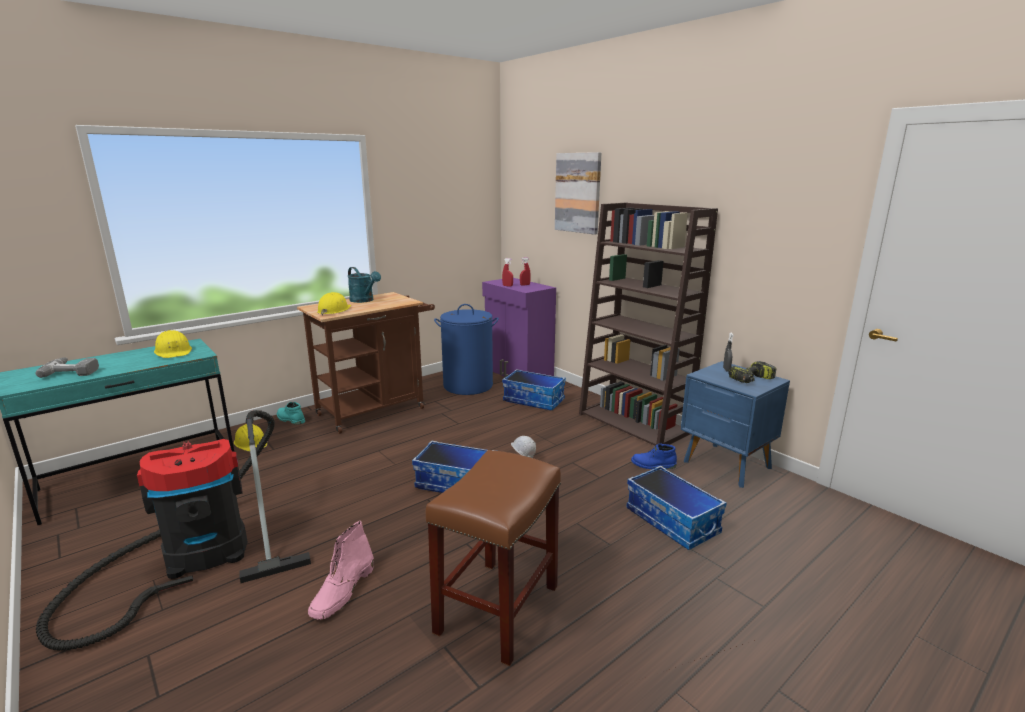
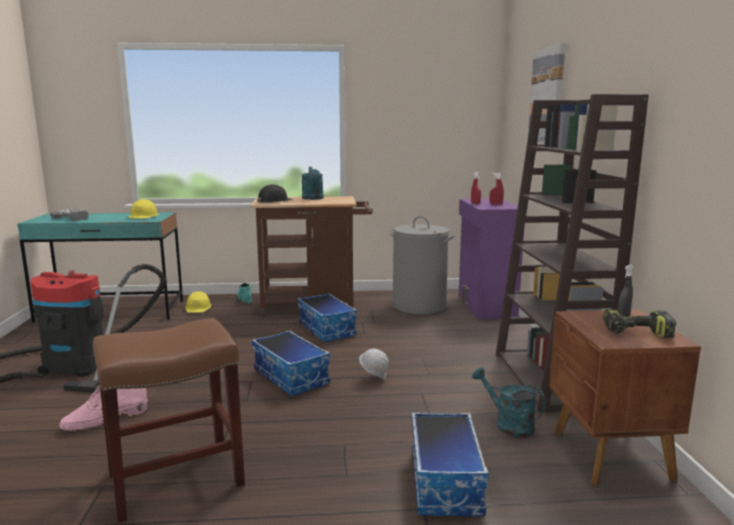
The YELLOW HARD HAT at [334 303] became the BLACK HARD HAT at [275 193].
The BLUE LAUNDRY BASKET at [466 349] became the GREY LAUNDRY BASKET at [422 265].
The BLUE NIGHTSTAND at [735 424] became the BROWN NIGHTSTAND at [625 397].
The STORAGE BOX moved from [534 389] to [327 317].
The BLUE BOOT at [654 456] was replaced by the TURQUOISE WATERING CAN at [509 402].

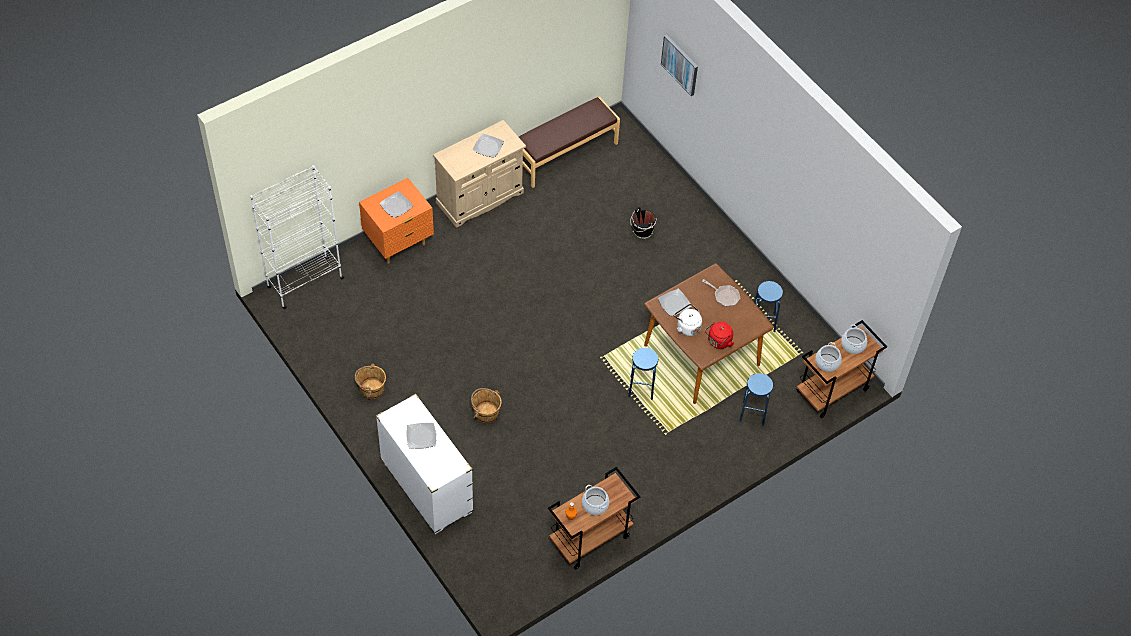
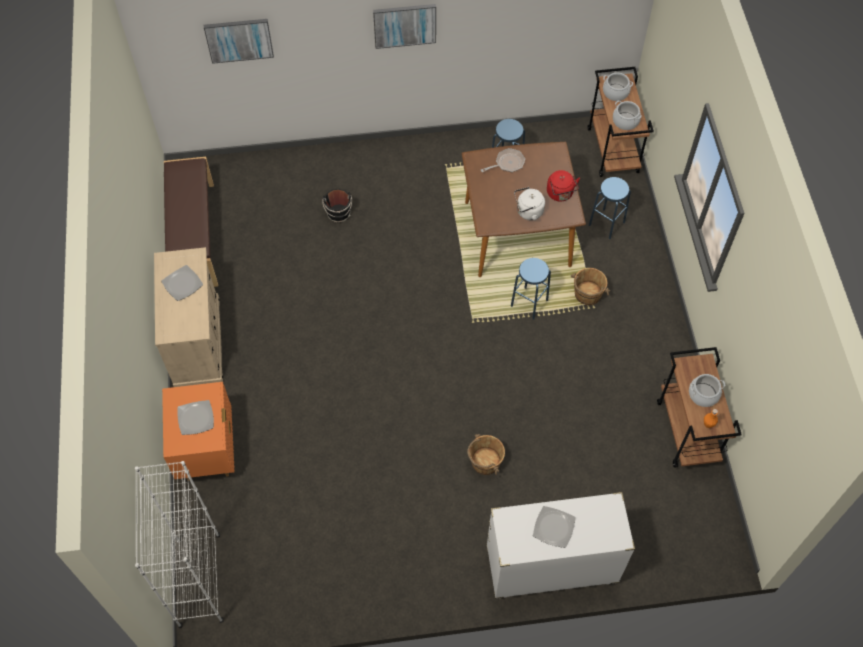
The PLATE at [675 302] disappeared.
The BROWN BUCKET moved from [370 381] to [590 286].
The PICTURE at [404 26] appeared.

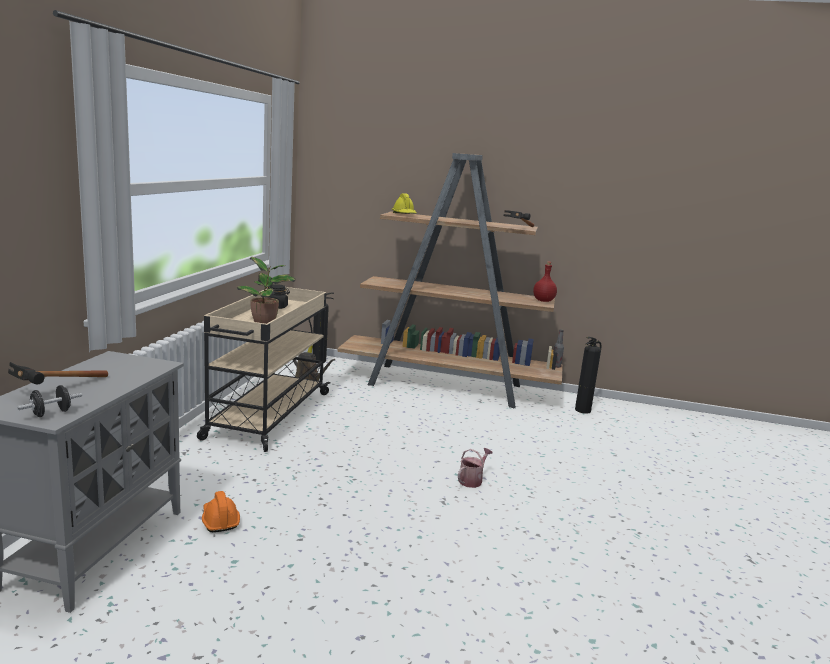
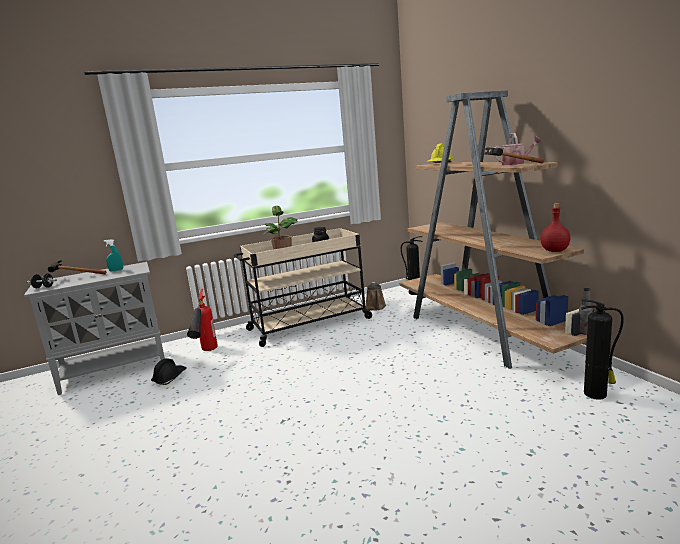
The WATERING CAN moved from [475 468] to [518 149].
The ORANGE HARD HAT at [221 511] became the BLACK HARD HAT at [169 371].
The TURQUOISE SPRAY BOTTLE at [113 255] appeared.
The FIRE EXTINGUISHER at [202 320] appeared.

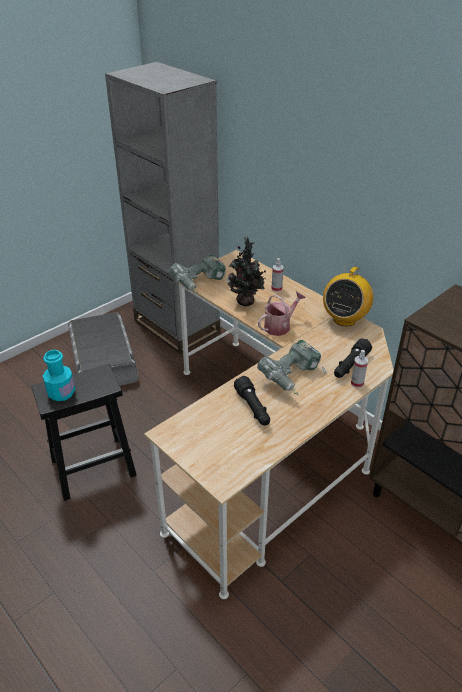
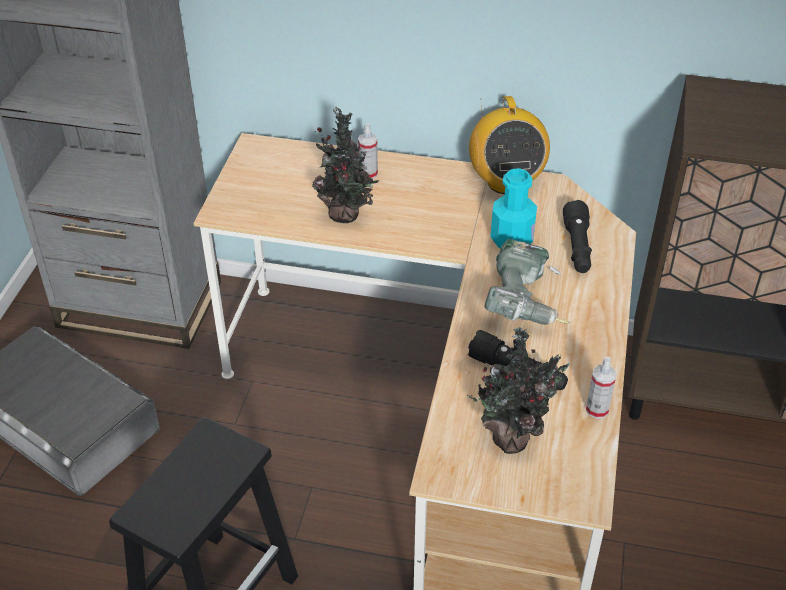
The POWER DRILL at [200 274] disappeared.
The WATERING CAN at [282 313] disappeared.
The TURQUOISE BOTTLE moved from [59 375] to [513 208].
The SPRAY BOTTLE moved from [359 369] to [601 388].
The POTTED PLANT at [518 390] appeared.

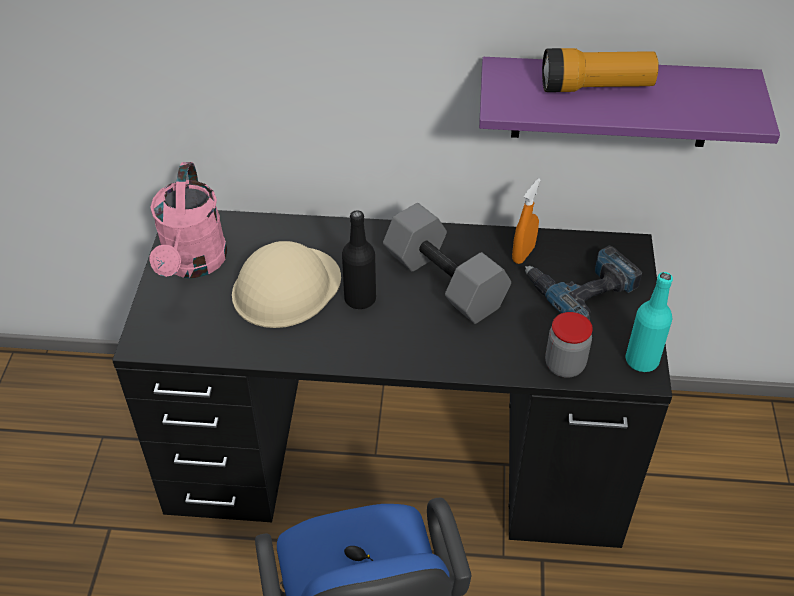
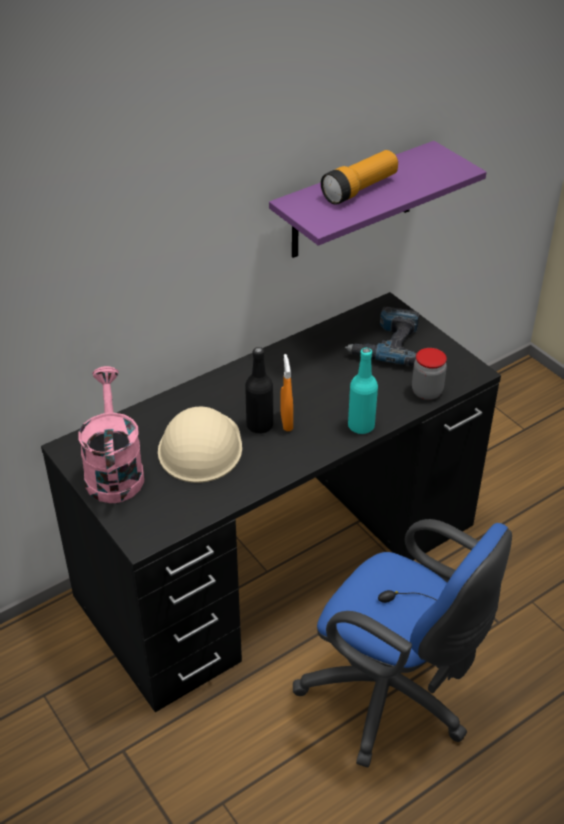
The PINK WATERING CAN at [188 220] turned 150 degrees counterclockwise.
The ORANGE SPRAY BOTTLE moved from [526 221] to [286 392].
The GREY DUMBBELL at [447 263] disappeared.
The TURQUOISE BOTTLE moved from [649 322] to [363 391].

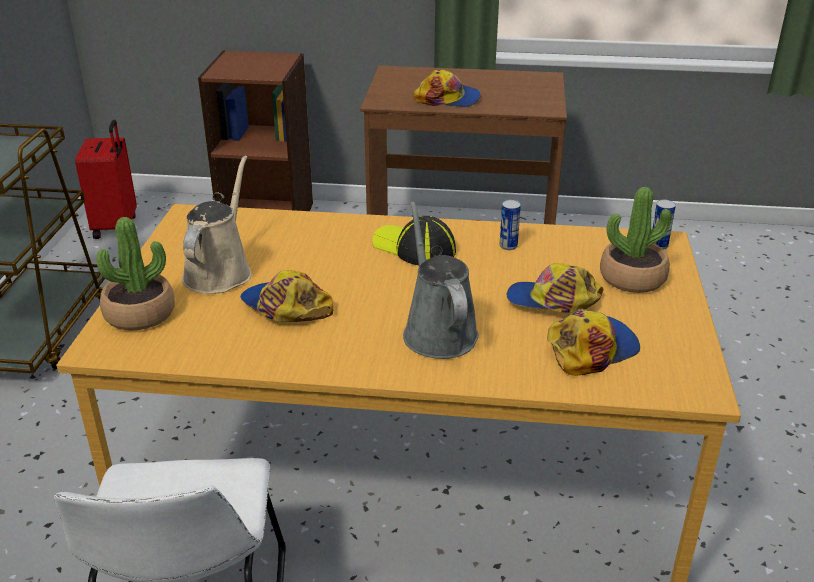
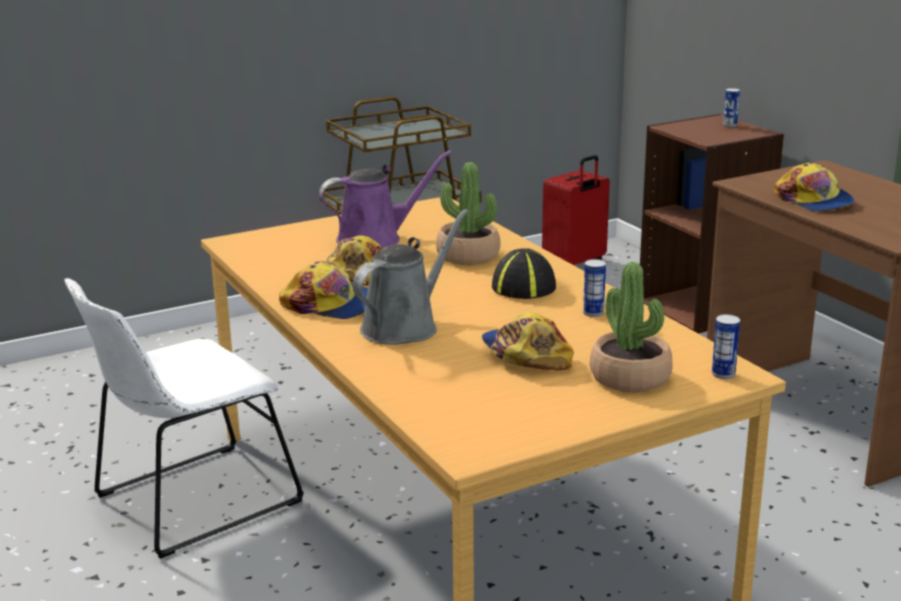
The BEIGE WATERING CAN at [217 225] became the PURPLE WATERING CAN at [385 199].
The POTTED PLANT moved from [135 274] to [468 213].
The CAP moved from [593 342] to [323 290].
The CAN at [731 107] appeared.

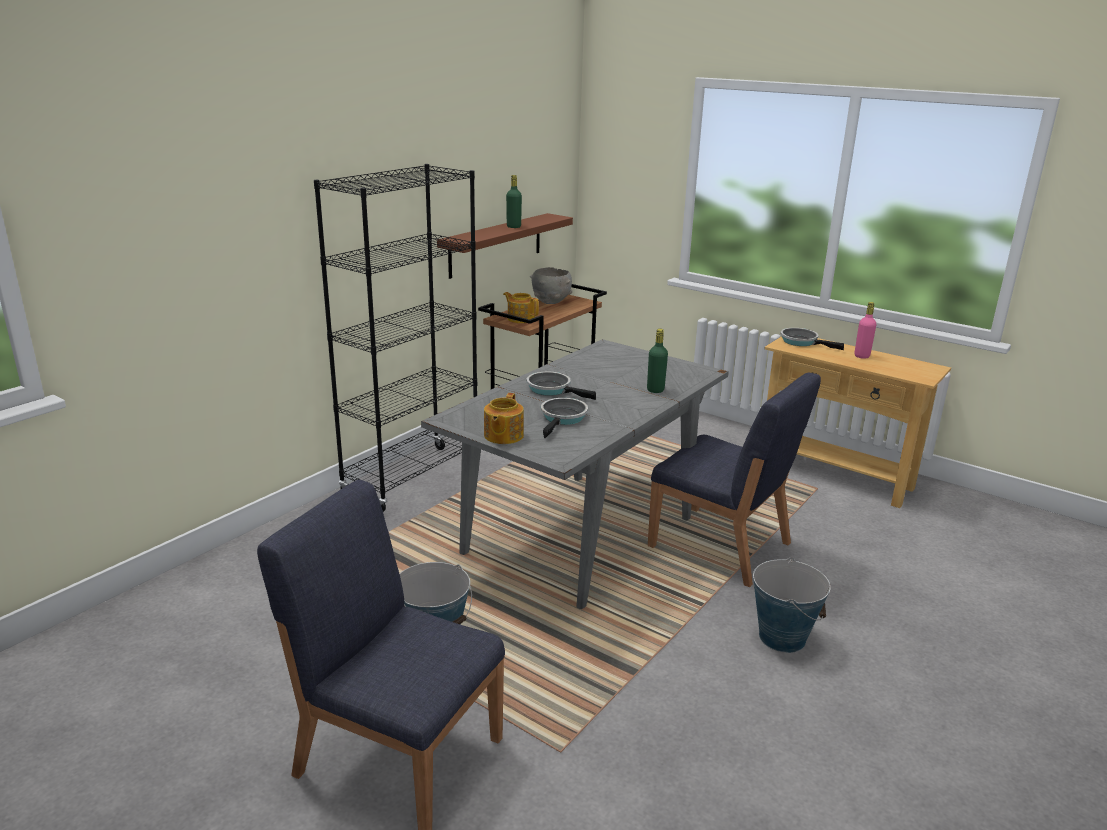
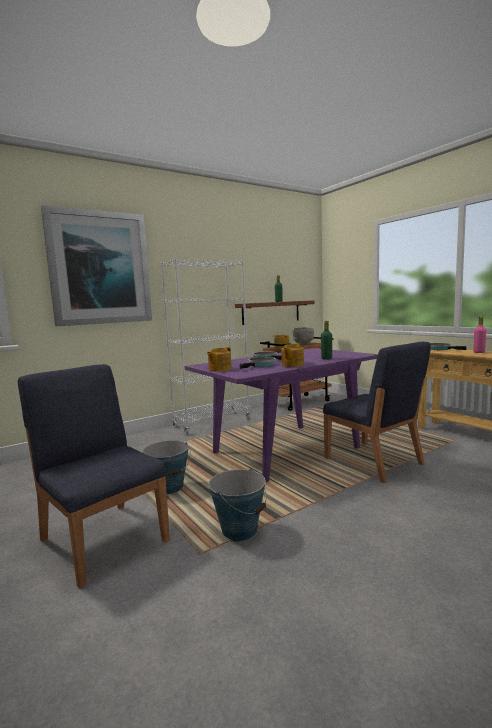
The BLACK BOOKCASE at [395 338] became the WHITE BOOKCASE at [206 346].
The GREY DINING TABLE at [575 474] became the PURPLE DINING TABLE at [281 415].
The BUCKET moved from [792 605] to [237 505].
The PICTURE at [96 265] appeared.
The TEAPOT at [292 355] appeared.

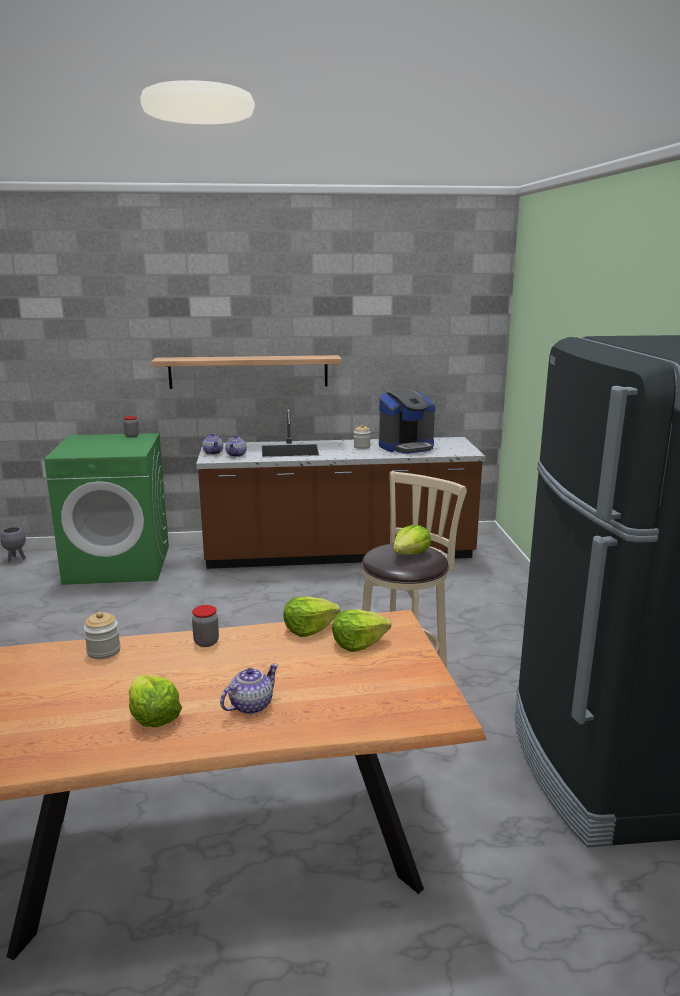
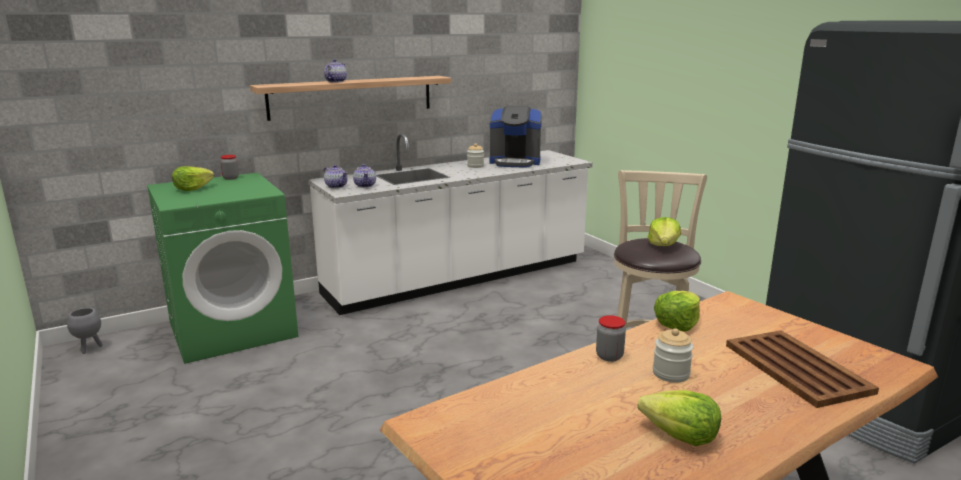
The COFFEE MACHINE at [407 421] turned 60 degrees clockwise.
The BROWN COUNTER at [340 489] became the WHITE COUNTER at [450 224].
The LETTUCE moved from [361 631] to [193 178].
The JAR moved from [102 635] to [673 355].
The TEAPOT moved from [249 689] to [335 70].
The BROWN TRAY at [802 369] appeared.

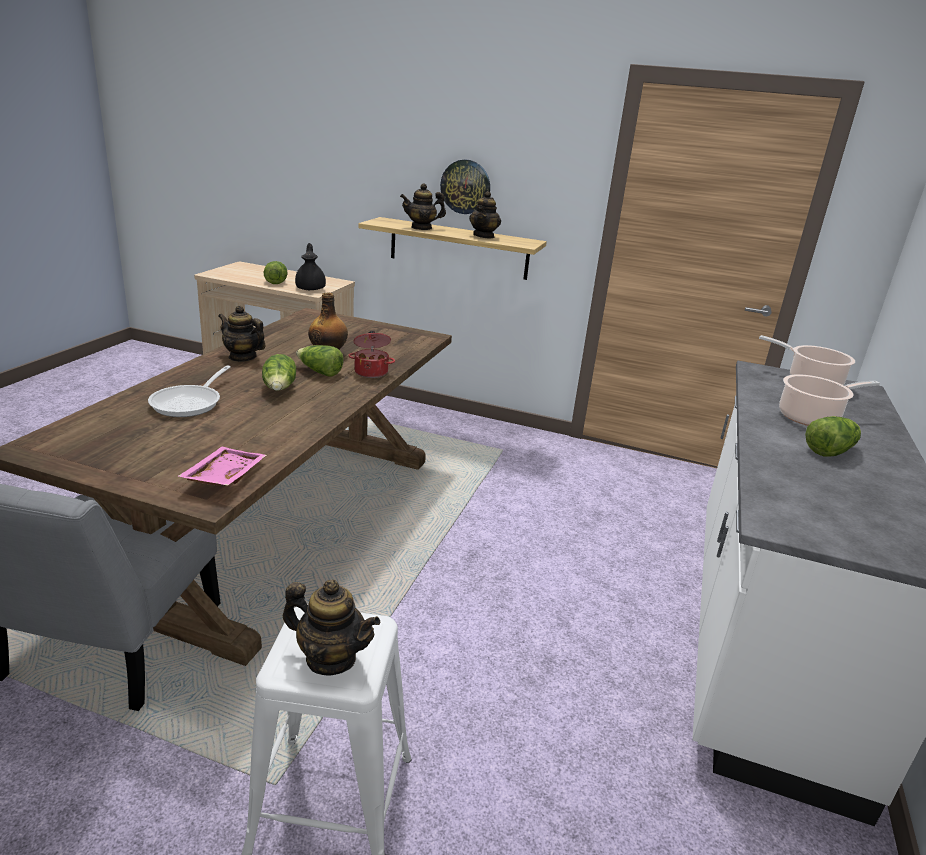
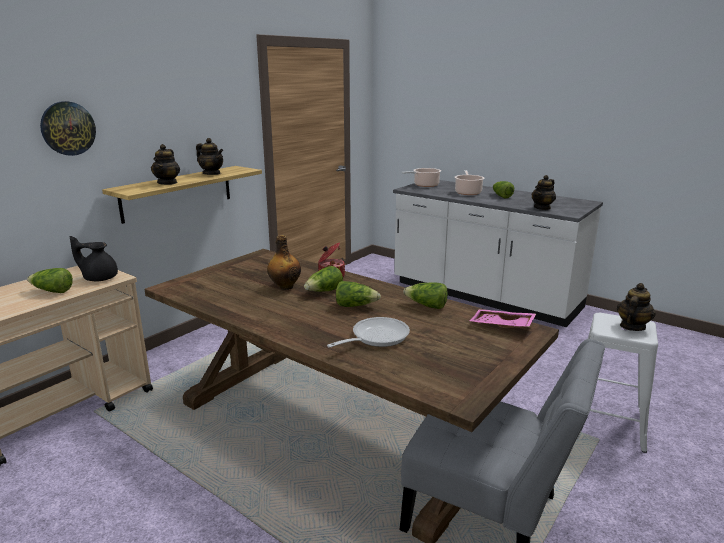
The WALL CLOCK moved from [465 186] to [68 128].
The TEAPOT moved from [242 333] to [543 192].
The FRYING PAN at [189 391] turned 75 degrees counterclockwise.
The LETTUCE at [425 295] appeared.

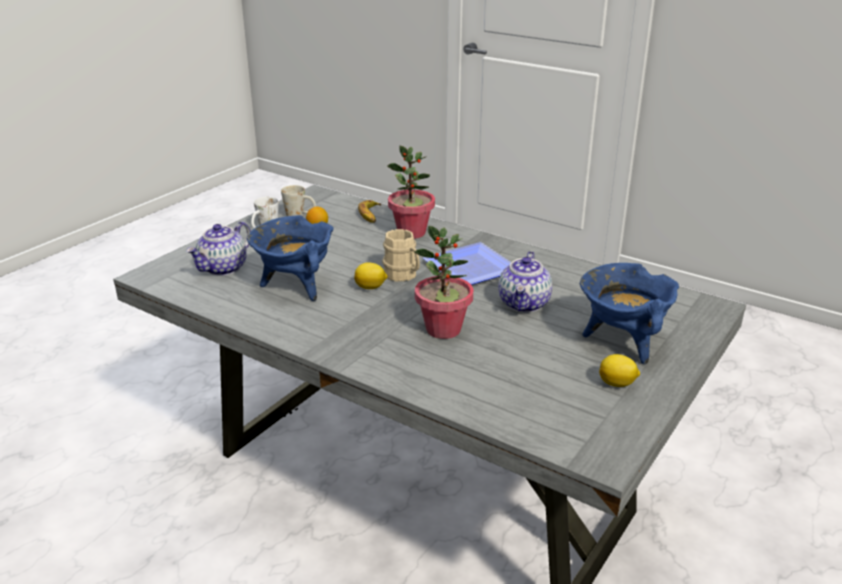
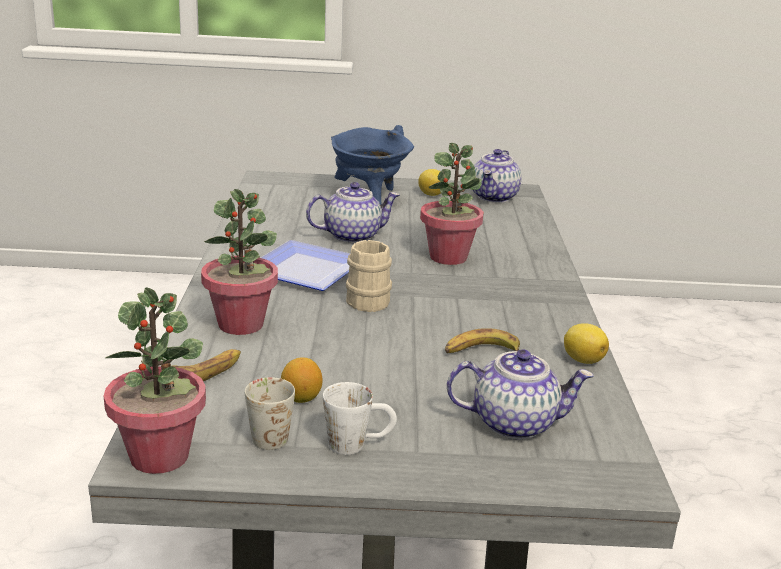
The BLUE COOKING POT at [290 258] was replaced by the BANANA at [482 340].
The LEMON moved from [370 275] to [586 343].
The TEAPOT at [497 176] appeared.
The POTTED PLANT at [155 380] appeared.

